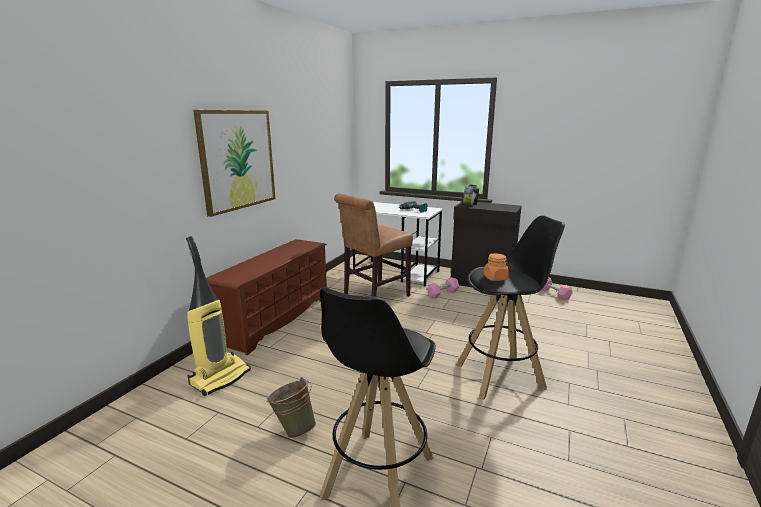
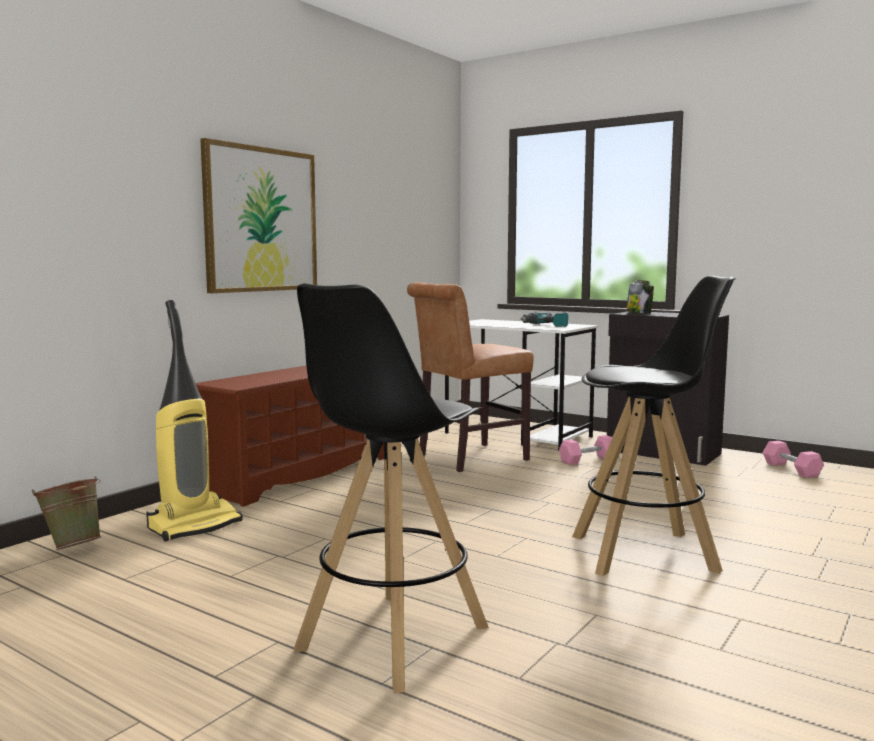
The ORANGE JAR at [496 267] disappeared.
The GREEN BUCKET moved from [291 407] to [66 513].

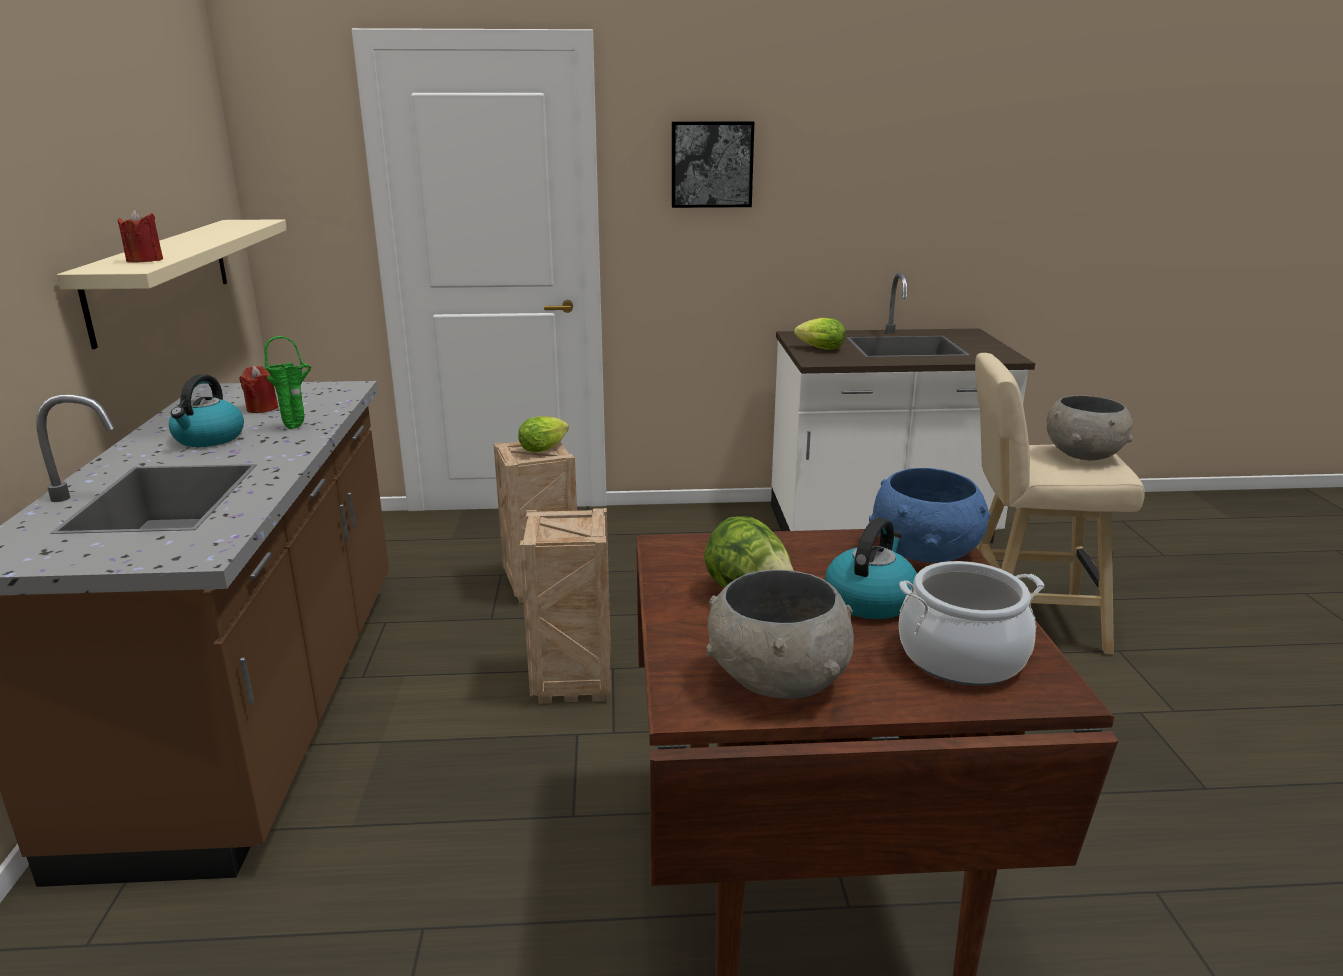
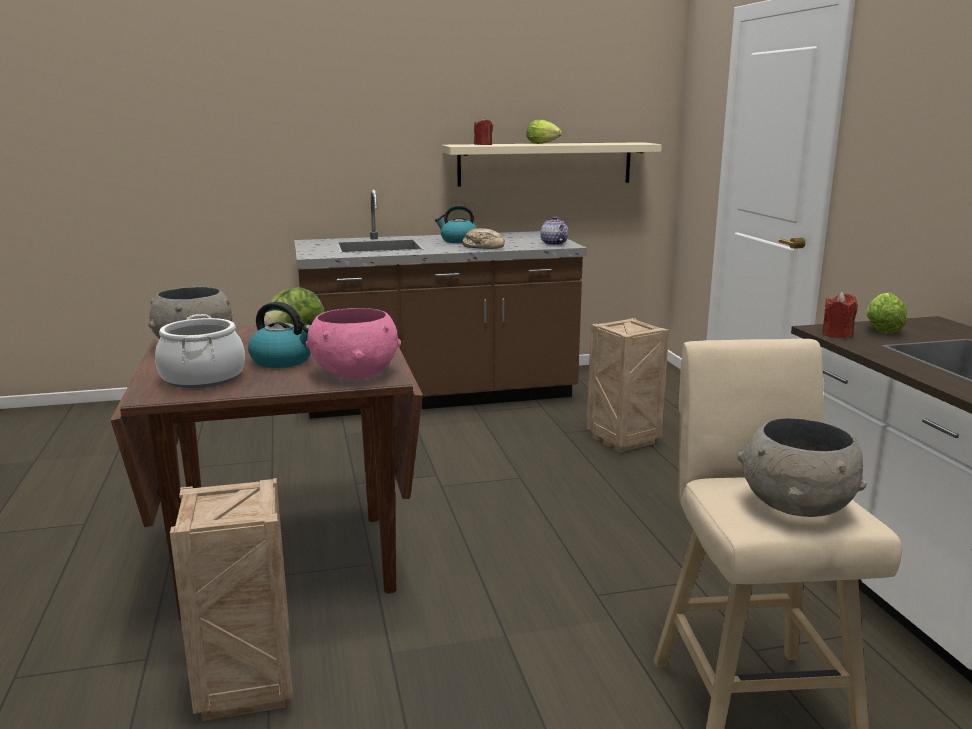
The PICTURE at [712 164] disappeared.
The GREEN VASE at [287 382] was replaced by the BREAD at [483 238].
The RED CANDLE moved from [258 389] to [840 315].
The LETTUCE moved from [543 434] to [544 132].
The BLUE BOWL at [929 515] became the PINK BOWL at [353 343].
The CRATE moved from [565 606] to [231 599].
The TEAPOT at [554 230] appeared.

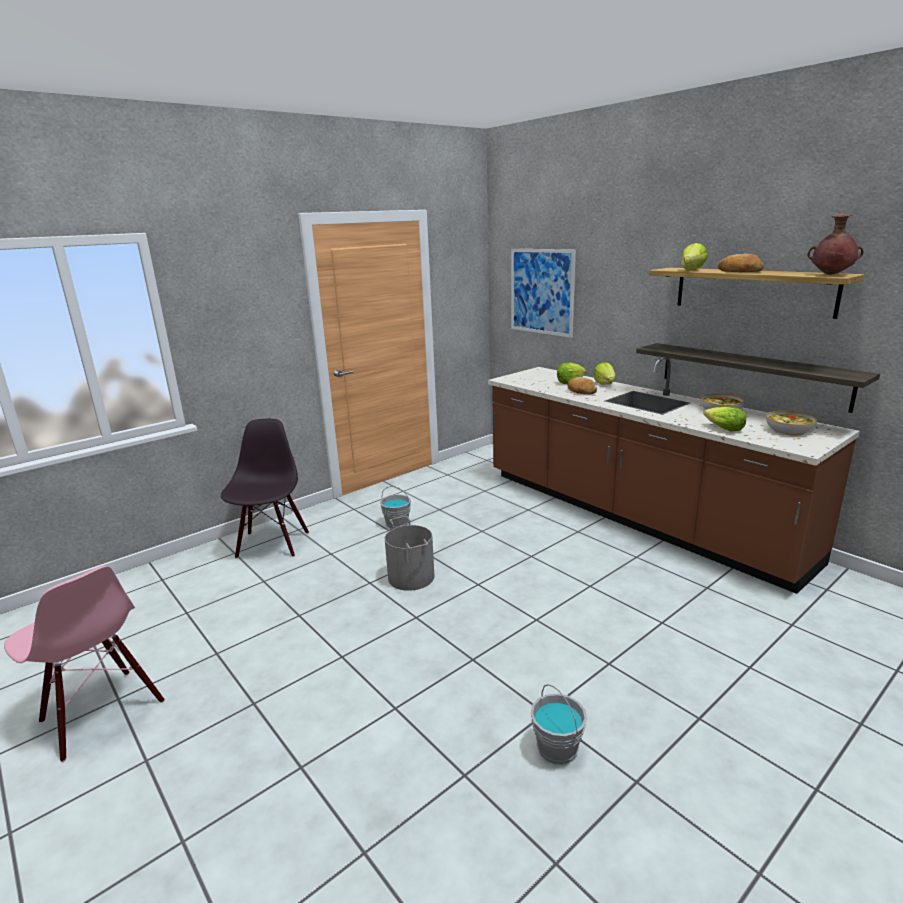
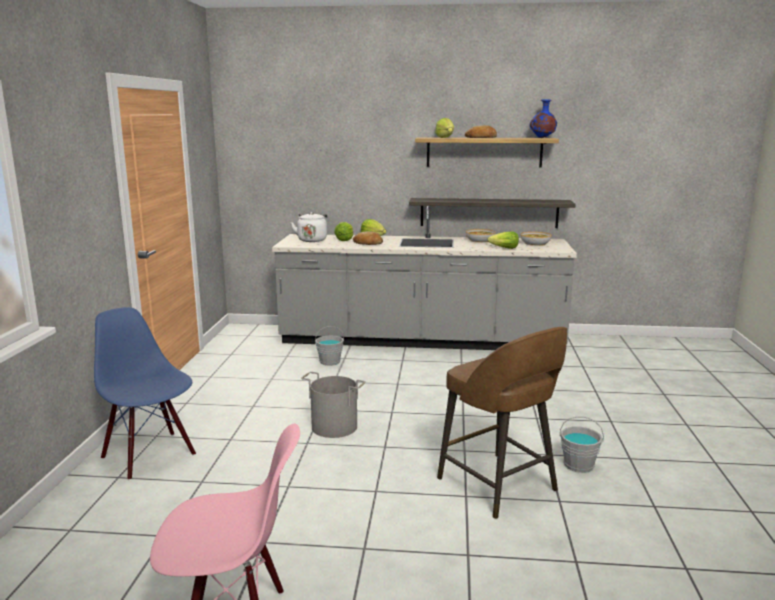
The BROWN VASE at [835 244] became the BLUE VASE at [543 118].
The PICTURE at [543 293] disappeared.
The BROWN COUNTER at [674 475] became the GREY COUNTER at [424 278].
The BLACK CHAIR at [265 489] became the BLUE CHAIR at [145 393].
The GREY BUCKET moved from [395 507] to [329 346].
The WHITE KETTLE at [309 227] appeared.
The BROWN STOOL at [502 423] appeared.

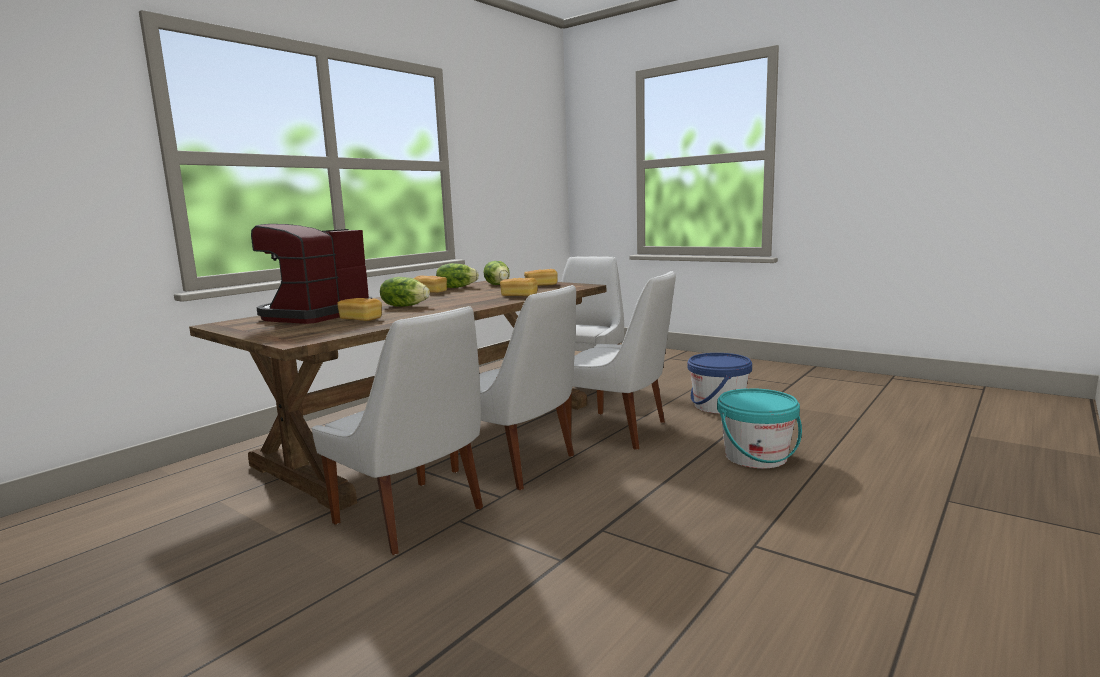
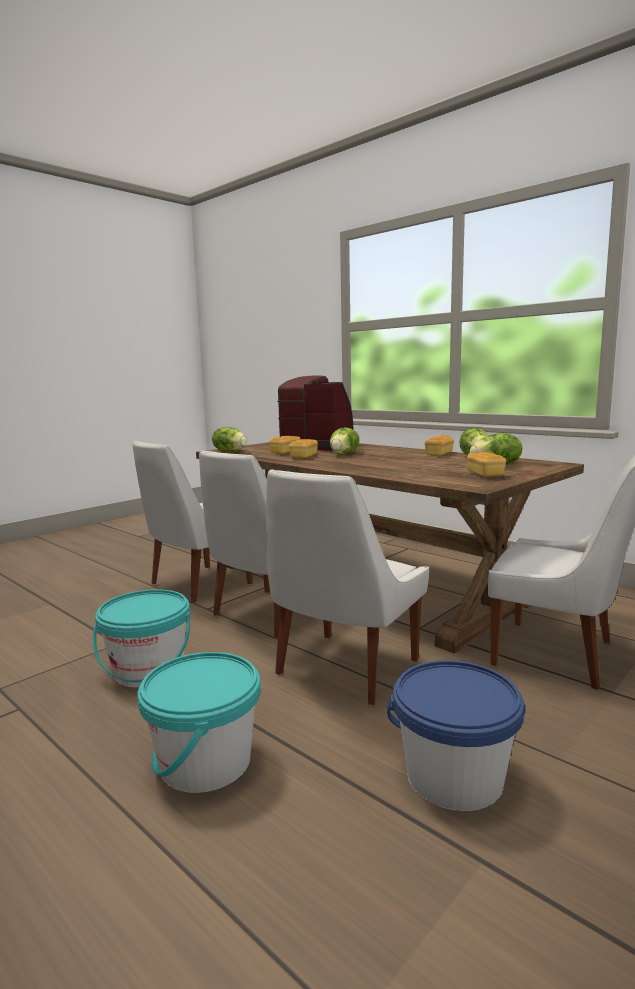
The BREAD moved from [519 287] to [303 449].
The LETTUCE at [229 439] appeared.
The TURQUOISE BUCKET at [141 638] appeared.

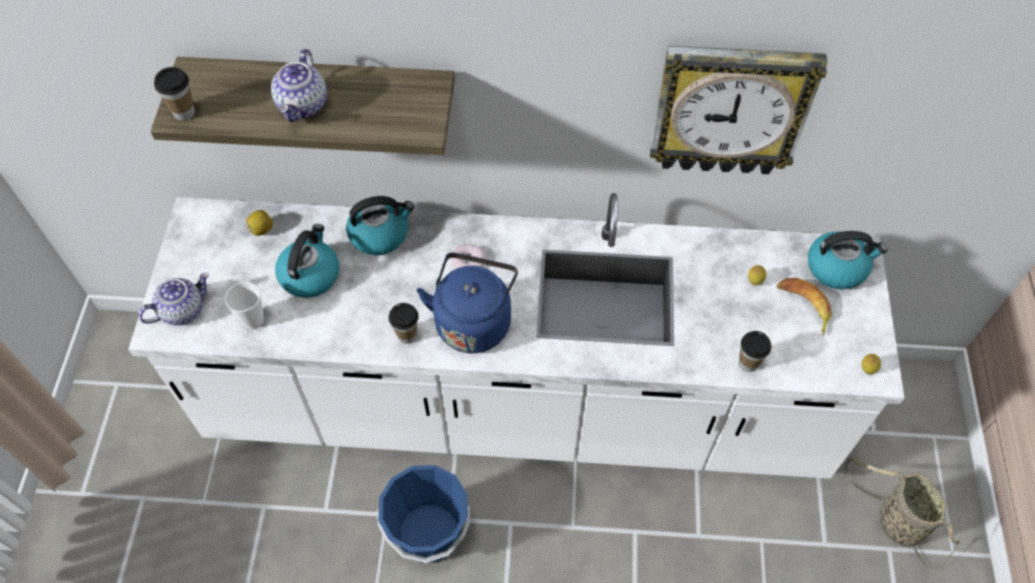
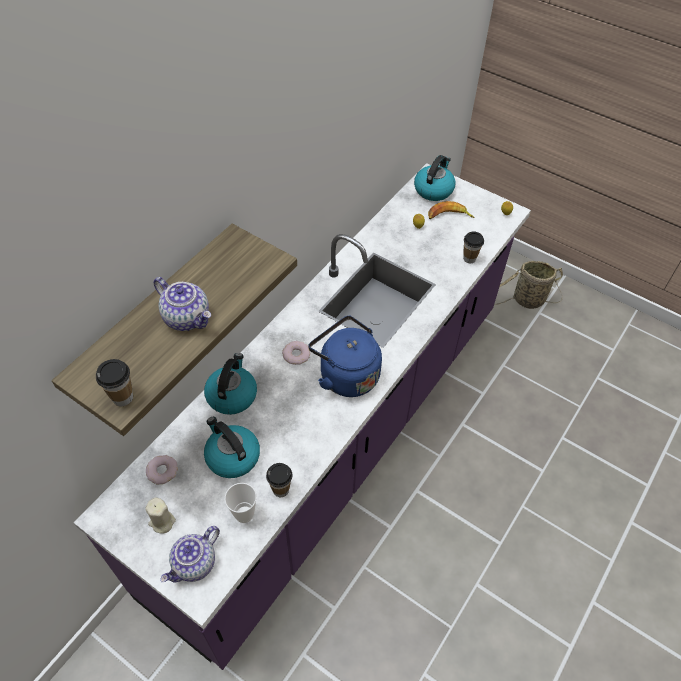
The WALL CLOCK at [738 110] disappeared.
The WHITE COUNTER at [516 336] became the PURPLE COUNTER at [302 416].
The LEMON at [259 223] was replaced by the DONUT at [162 470].
The TEAPOT at [173 298] turned 135 degrees counterclockwise.
The CUP moved from [404 323] to [279 480].
The BLUE BUCKET at [423 514] disappeared.
The BEIGE CANDLE at [160 515] appeared.

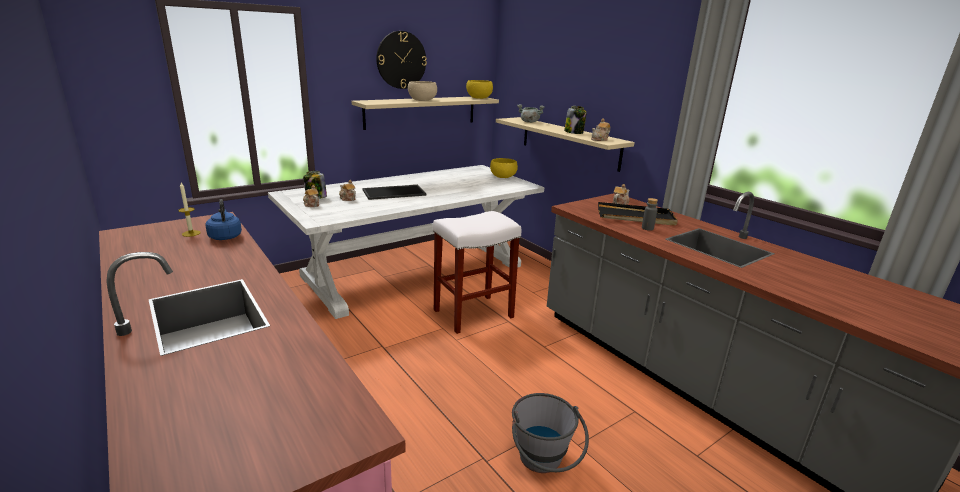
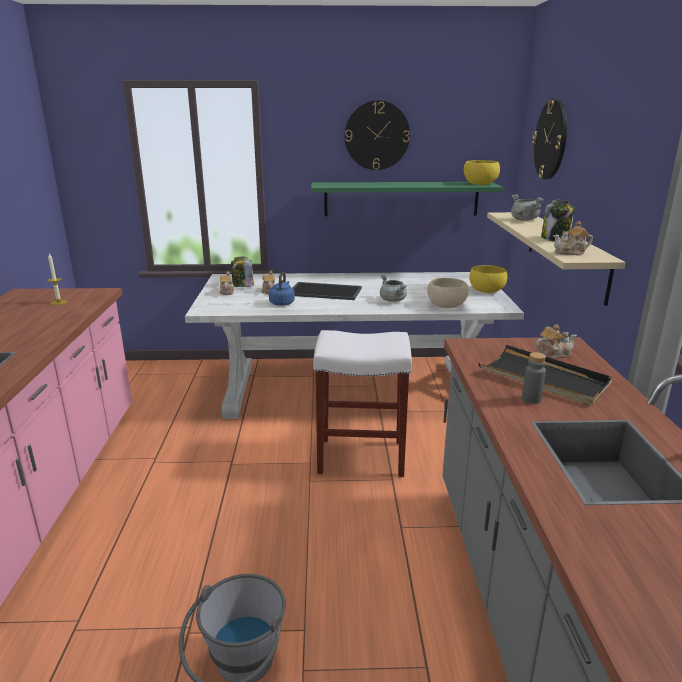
The BEIGE BOWL moved from [422 91] to [448 293].
The BEIGE SHELF at [425 113] became the GREEN SHELF at [407 199].
The BLUE KETTLE moved from [223 219] to [282 289].
The WALL CLOCK at [549 139] appeared.
The GREY COOKING POT at [393 288] appeared.

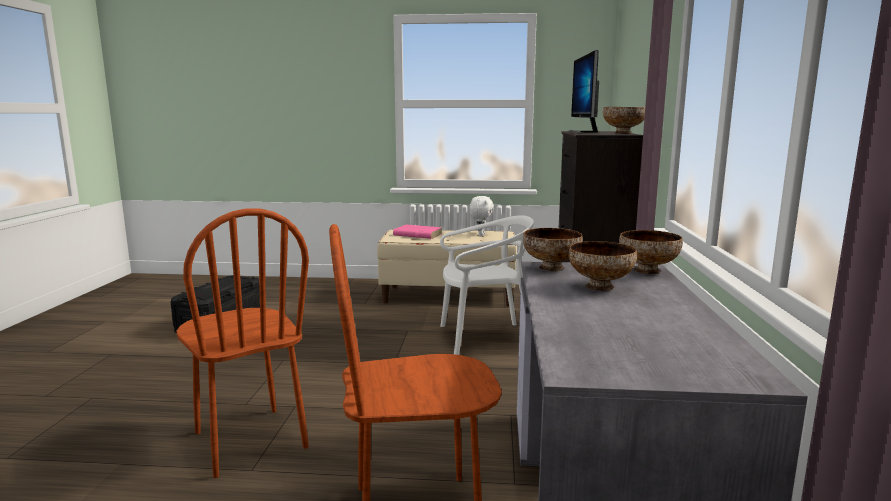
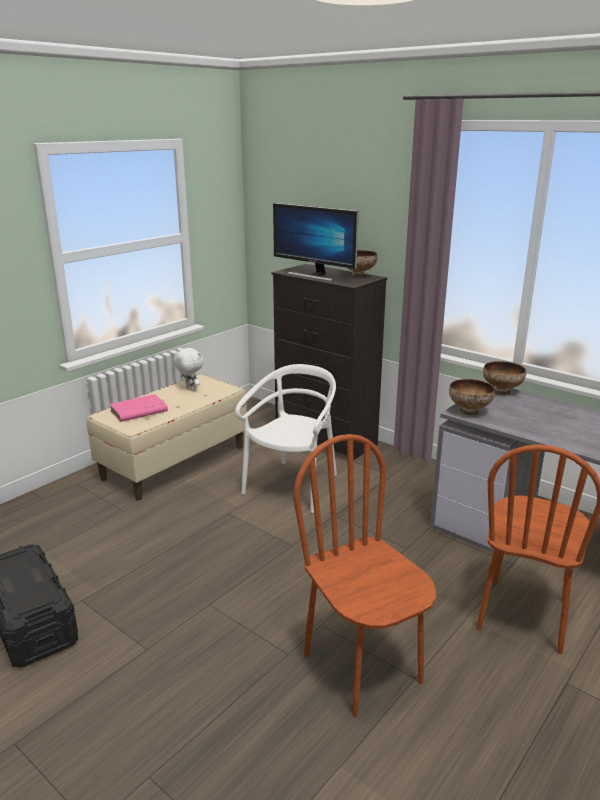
The BROWN CHAIR at [243 343] turned 120 degrees counterclockwise.
The BOWL at [603 266] disappeared.

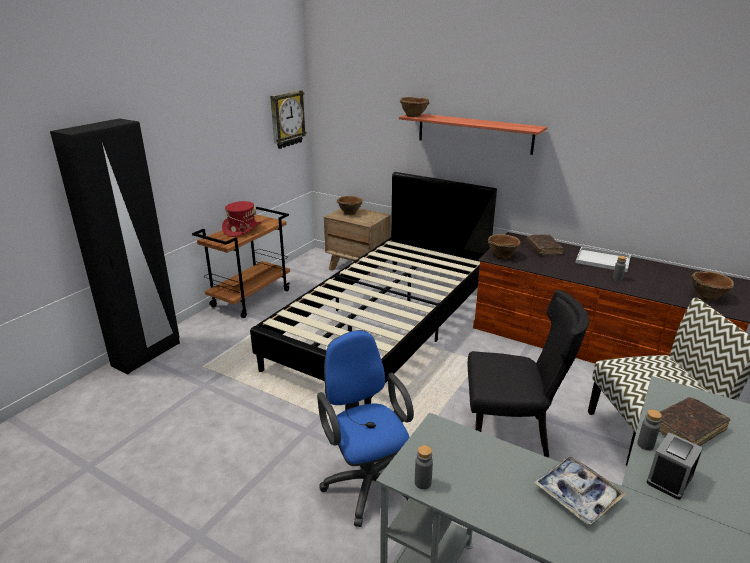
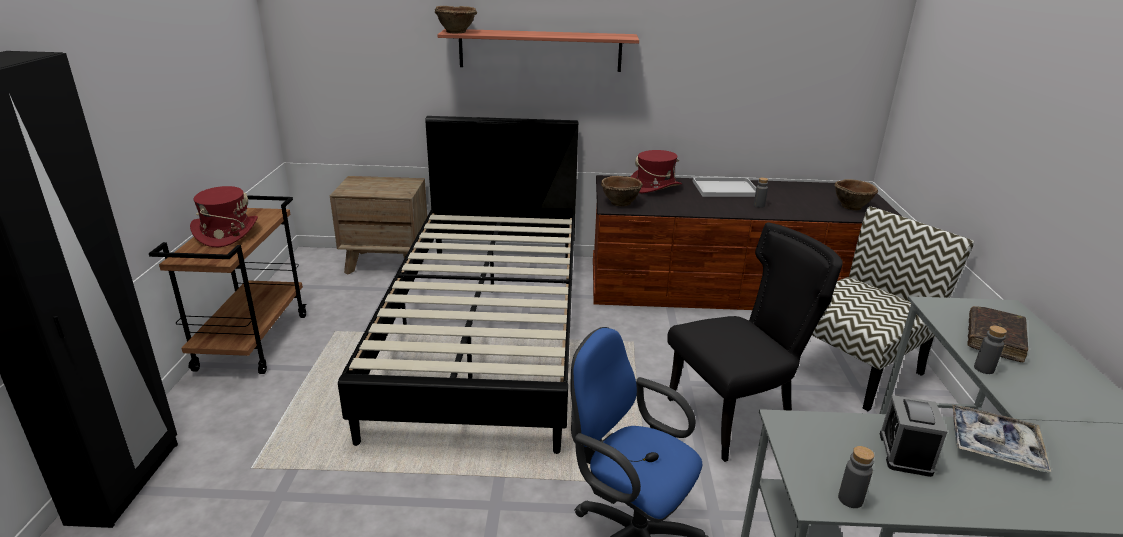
The WALL CLOCK at [288 119] disappeared.
The BROWN BOWL at [350 205] disappeared.
The BROWN BOOK at [545 244] was replaced by the RED HAT at [656 171].
The ALARM CLOCK moved from [675 466] to [913 436].

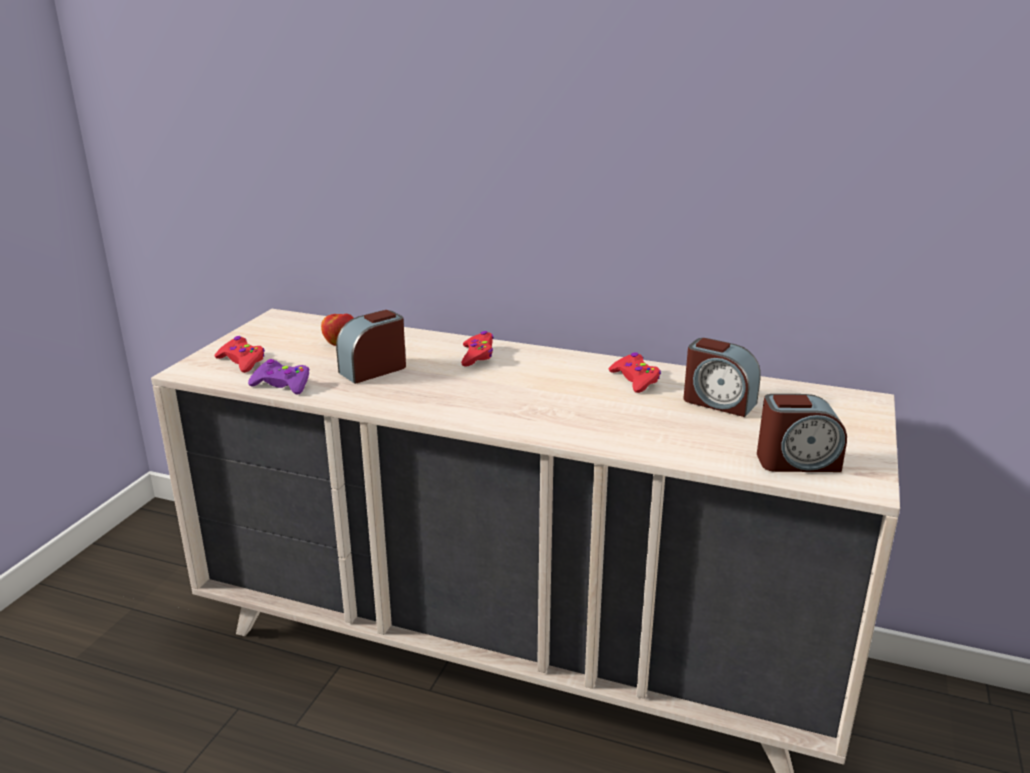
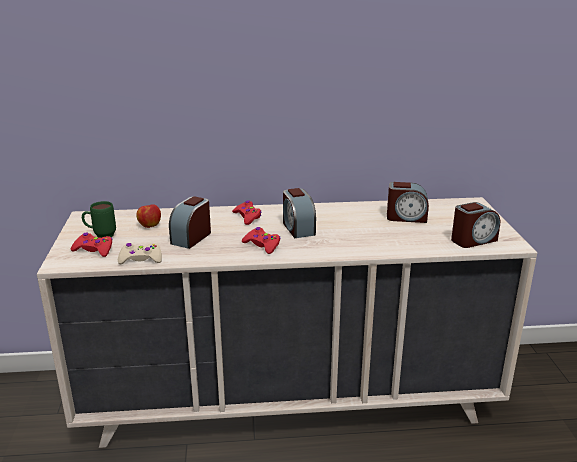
The RED GAME CONTROLLER moved from [635 372] to [261 240].
The PURPLE GAME CONTROLLER at [279 376] became the BEIGE GAME CONTROLLER at [140 253].
The ALARM CLOCK at [299 213] appeared.
The GREEN MUG at [99 219] appeared.

